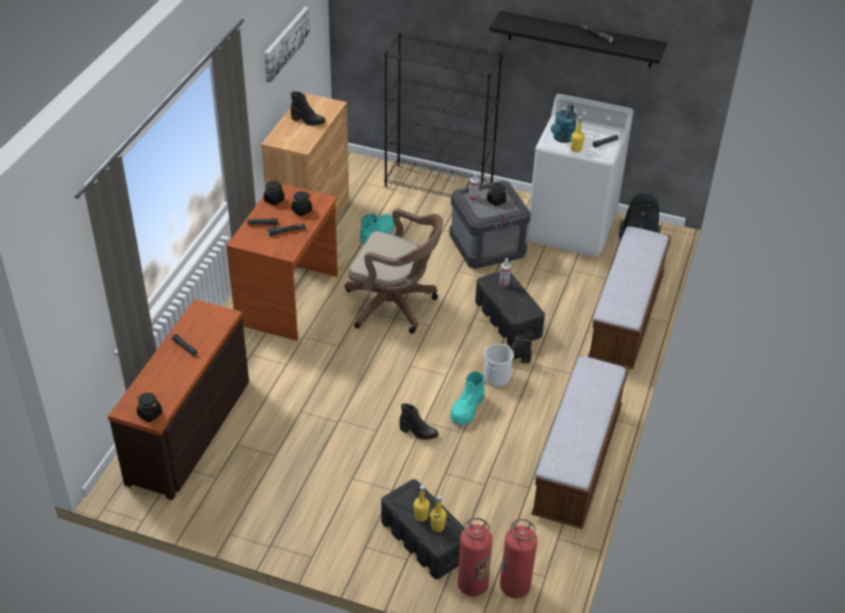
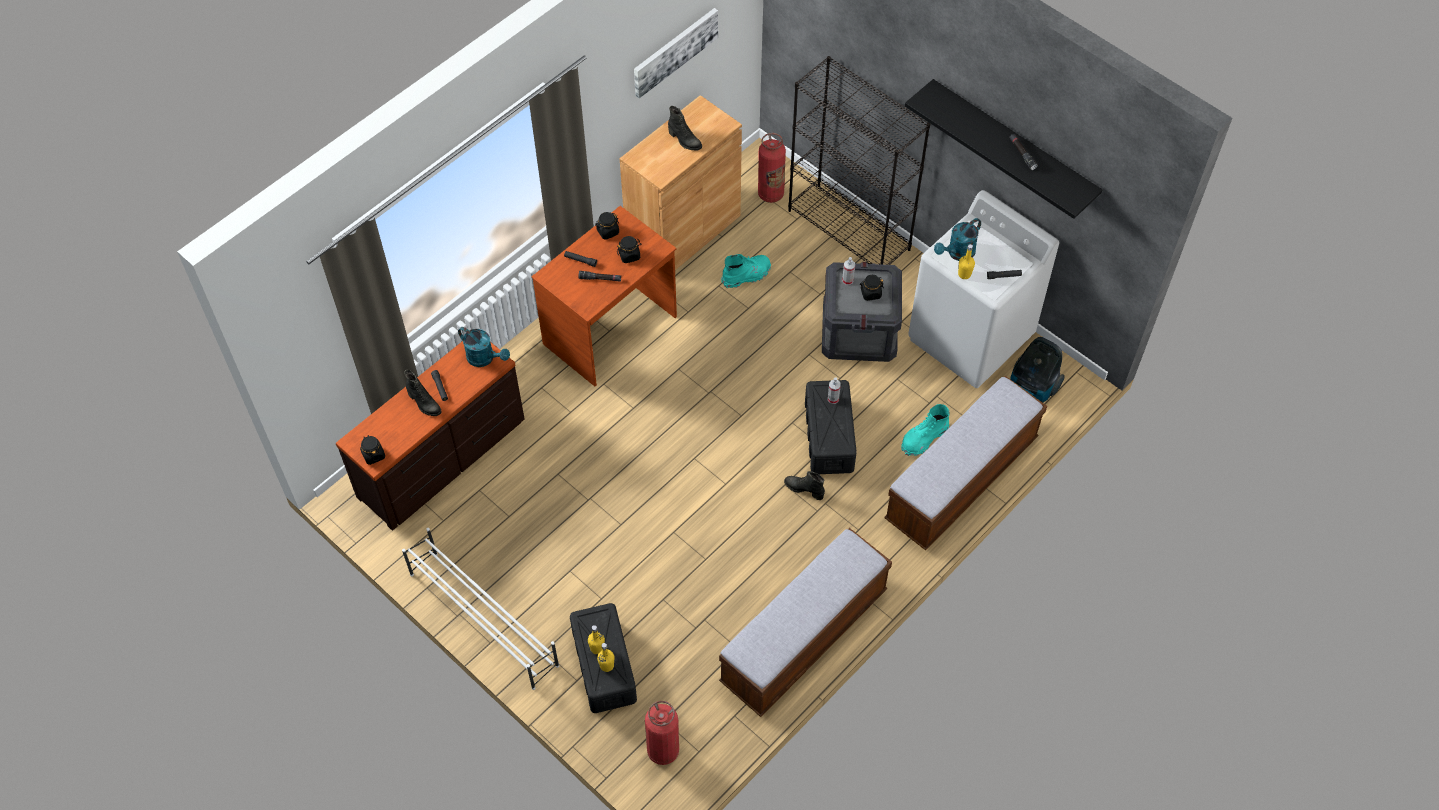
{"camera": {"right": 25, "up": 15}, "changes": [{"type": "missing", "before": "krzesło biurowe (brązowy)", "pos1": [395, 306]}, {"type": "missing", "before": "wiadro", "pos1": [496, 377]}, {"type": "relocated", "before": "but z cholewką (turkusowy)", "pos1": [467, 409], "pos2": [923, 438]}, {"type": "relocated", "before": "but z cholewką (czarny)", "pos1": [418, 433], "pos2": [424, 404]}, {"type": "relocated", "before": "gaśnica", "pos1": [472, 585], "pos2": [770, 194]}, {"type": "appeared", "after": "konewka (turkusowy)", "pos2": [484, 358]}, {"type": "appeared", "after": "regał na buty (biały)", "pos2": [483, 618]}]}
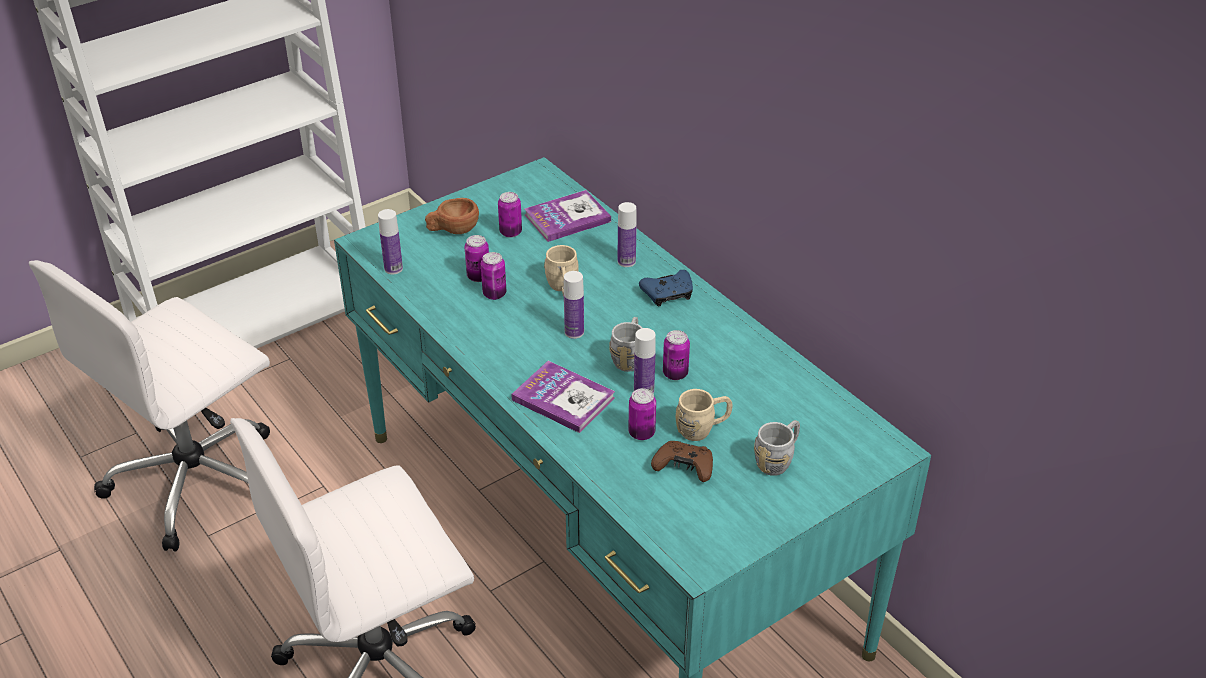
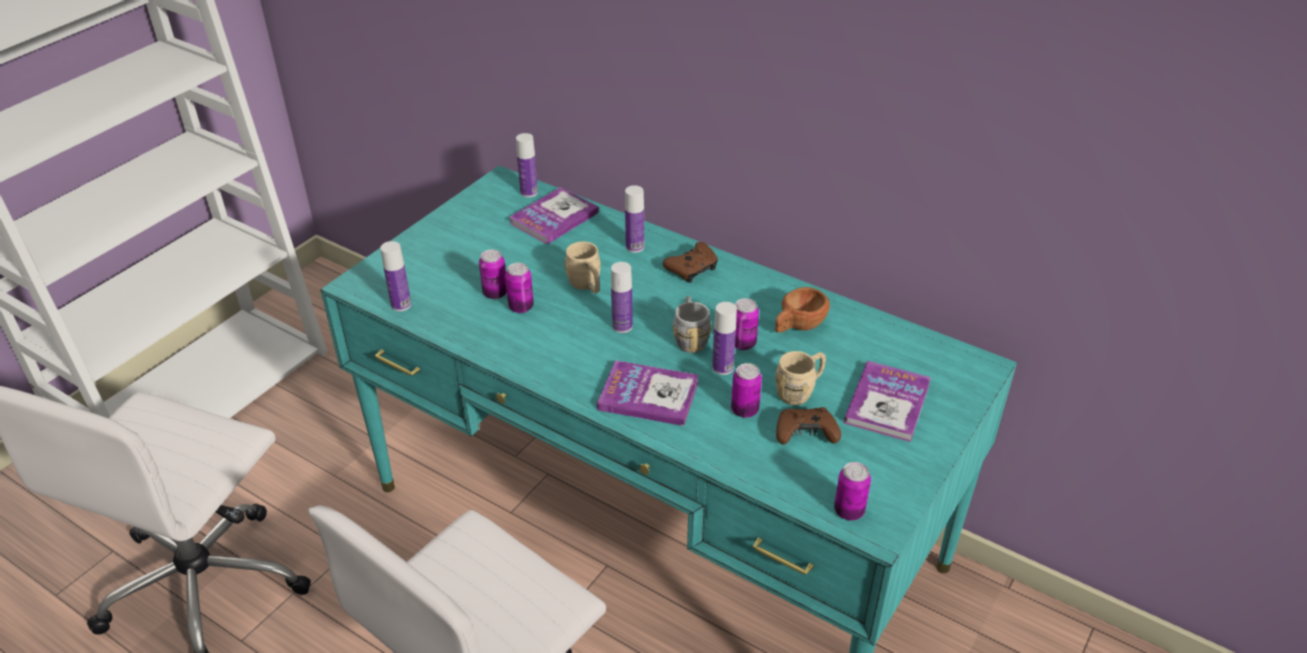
{"camera": {"right": -20, "up": 0}, "changes": [{"type": "relocated", "before": "puszka", "pos1": [510, 232], "pos2": [849, 511]}, {"type": "relocated", "before": "filiżanka (brązowy)", "pos1": [453, 230], "pos2": [798, 326]}, {"type": "colour", "before": "pad do gier (niebieski)", "after": "pad do gier (brązowy)", "pos1": [668, 294], "pos2": [692, 269]}, {"type": "exchanged", "before": "kubek (szary)", "after": "książka", "pos1": [778, 460], "pos2": [887, 403]}, {"type": "appeared", "after": "butelka", "pos2": [529, 192]}]}
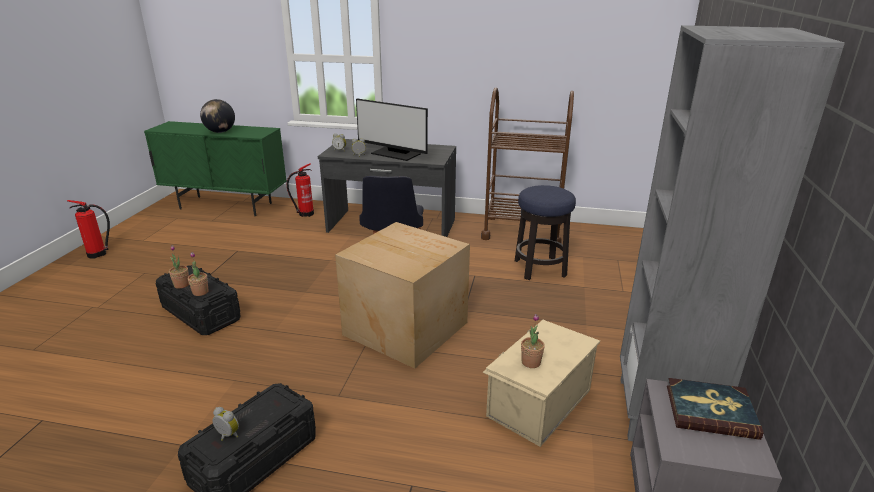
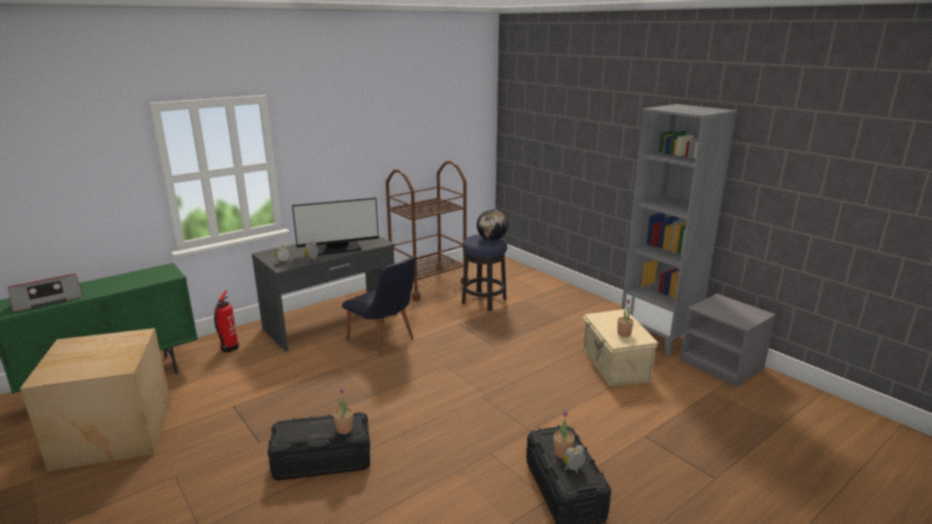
{"camera": {"right": -50, "up": -5}, "changes": [{"type": "relocated", "before": "globus", "pos1": [220, 132], "pos2": [492, 239]}, {"type": "missing", "before": "gaśnica", "pos1": [99, 254]}, {"type": "relocated", "before": "karton", "pos1": [405, 327], "pos2": [113, 432]}, {"type": "relocated", "before": "roślina doniczkowa", "pos1": [181, 285], "pos2": [562, 453]}, {"type": "missing", "before": "książka", "pos1": [710, 411]}, {"type": "appeared", "after": "radio", "pos2": [48, 300]}]}
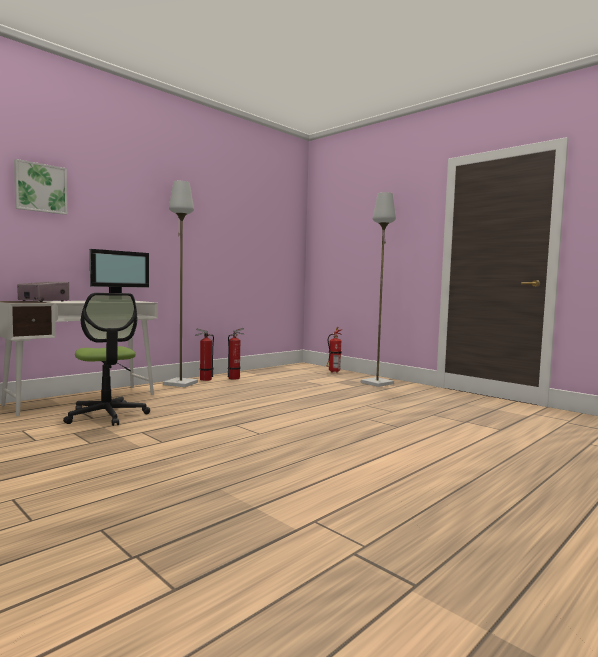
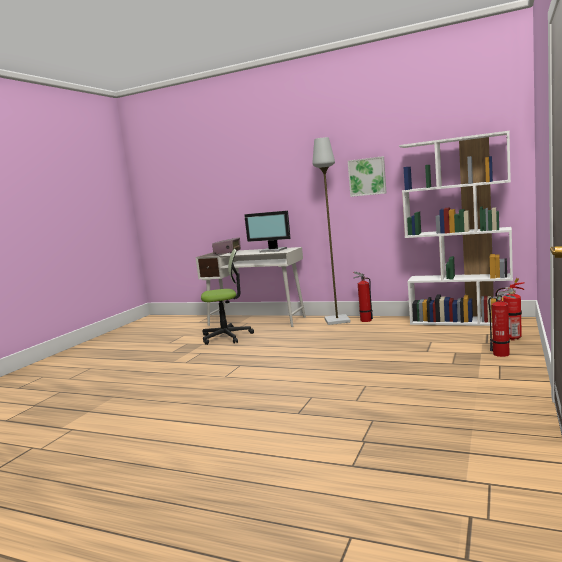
{"camera": {"right": 70, "up": 5}, "changes": [{"type": "relocated", "before": "obraz", "pos1": [40, 188], "pos2": [367, 176]}, {"type": "missing", "before": "lampa stojąca (szary)", "pos1": [377, 383]}, {"type": "spun", "before": "krzesło biurowe", "pos1": [107, 416], "pos2": [226, 336], "turn": -135}, {"type": "relocated", "before": "gaśnica", "pos1": [235, 378], "pos2": [503, 354]}, {"type": "appeared", "after": "regał (biały)", "pos2": [461, 321]}]}
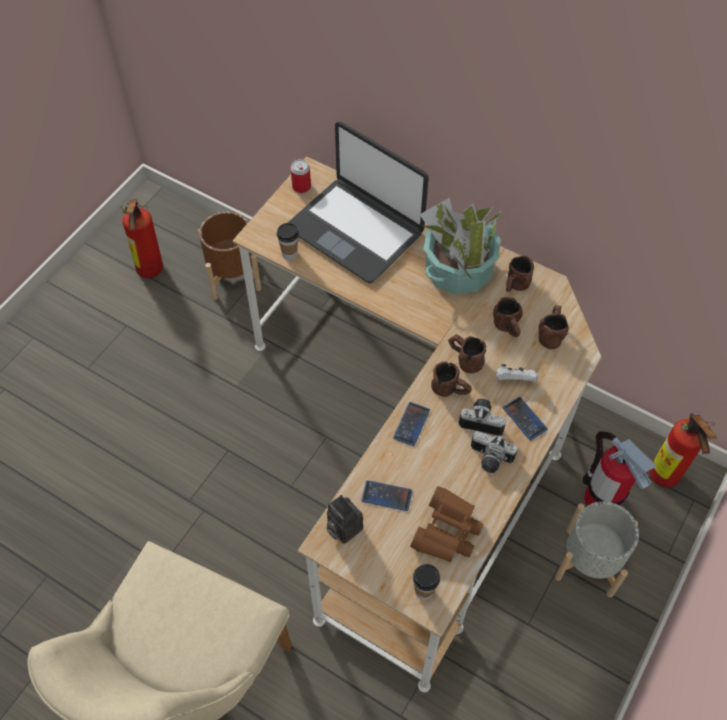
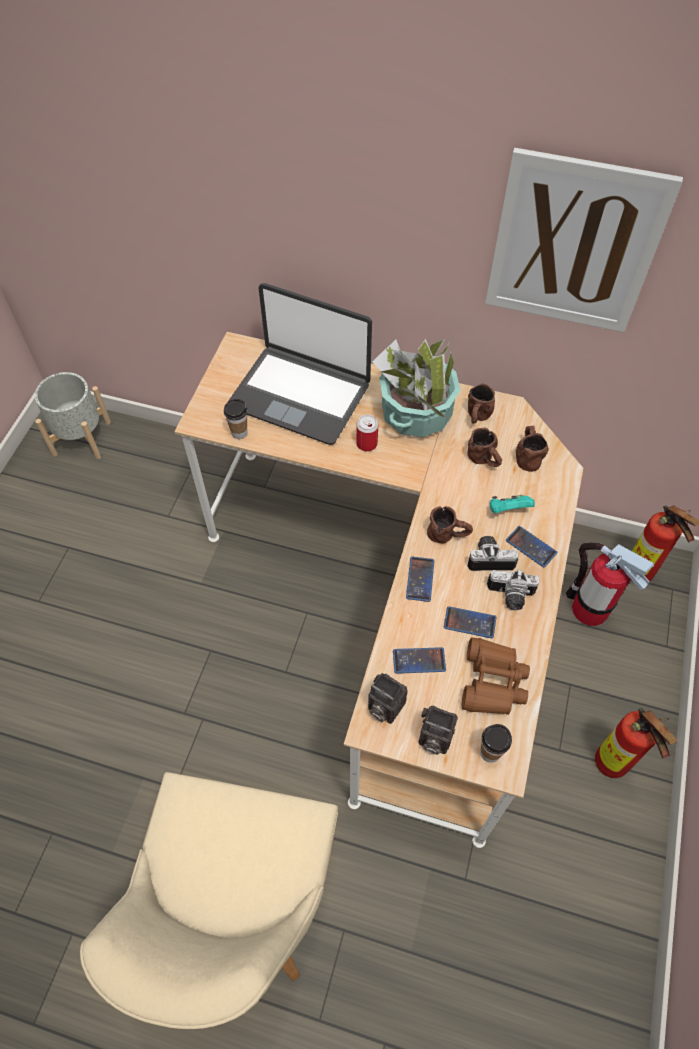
{"camera": {"right": -15, "up": 0}, "changes": [{"type": "relocated", "before": "puszka", "pos1": [301, 187], "pos2": [366, 443]}, {"type": "relocated", "before": "gaśnica", "pos1": [149, 272], "pos2": [613, 767]}, {"type": "missing", "before": "donica (brązowy)", "pos1": [233, 275]}, {"type": "missing", "before": "kubek (brązowy)", "pos1": [464, 359]}, {"type": "colour", "before": "pad do gier (biały)", "after": "pad do gier (turkusowy)", "pos1": [514, 380], "pos2": [507, 510]}, {"type": "relocated", "before": "donica (szary)", "pos1": [588, 562], "pos2": [81, 438]}, {"type": "appeared", "after": "obraz", "pos2": [574, 245]}, {"type": "appeared", "after": "telefon", "pos2": [469, 622]}, {"type": "appeared", "after": "aparat fotograficzny", "pos2": [433, 738]}]}
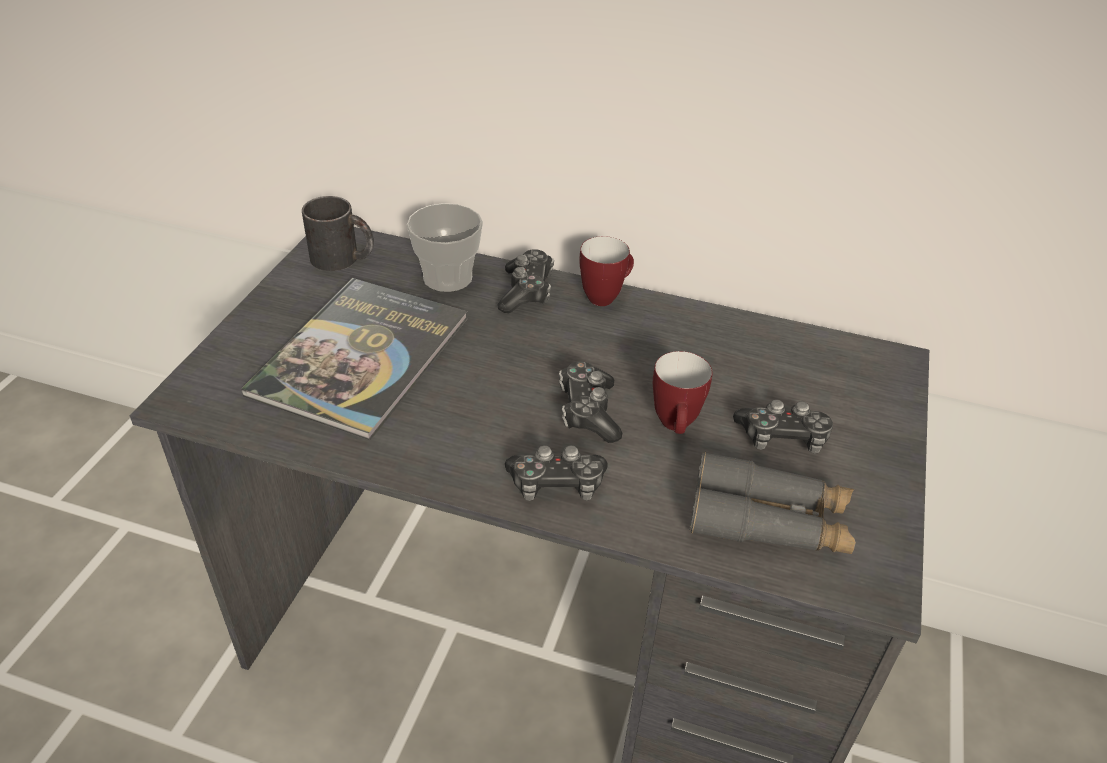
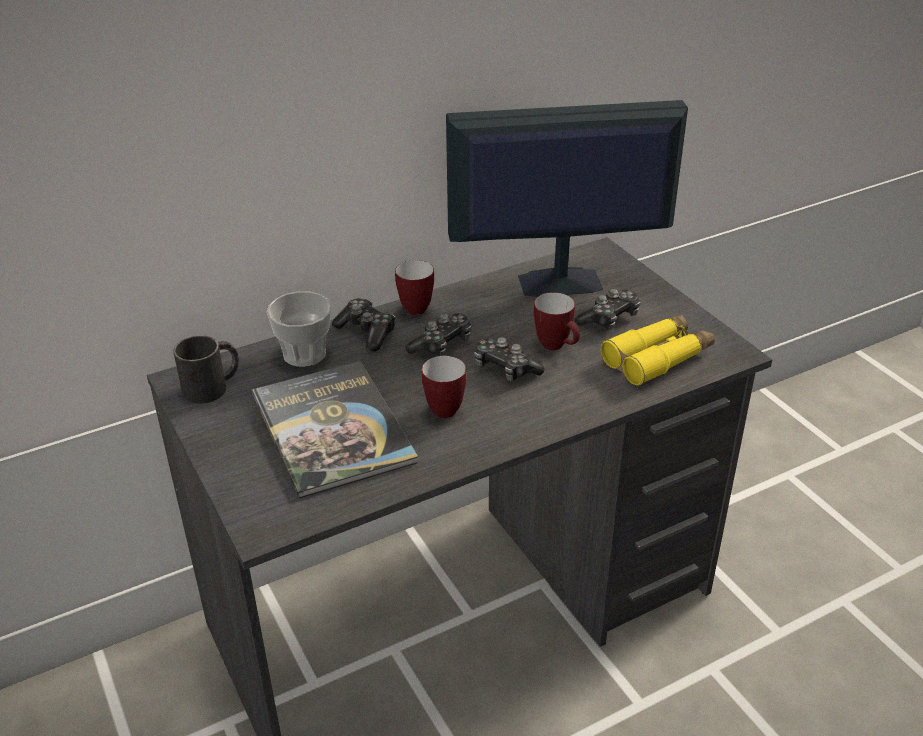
{"camera": {"right": -45, "up": -5}, "changes": [{"type": "relocated", "before": "pad do gier", "pos1": [556, 484], "pos2": [441, 344]}, {"type": "colour", "before": "lornetka (szary)", "after": "lornetka (żółty)", "pos1": [769, 520], "pos2": [658, 358]}, {"type": "appeared", "after": "monitor", "pos2": [557, 283]}, {"type": "appeared", "after": "kubek", "pos2": [444, 407]}]}
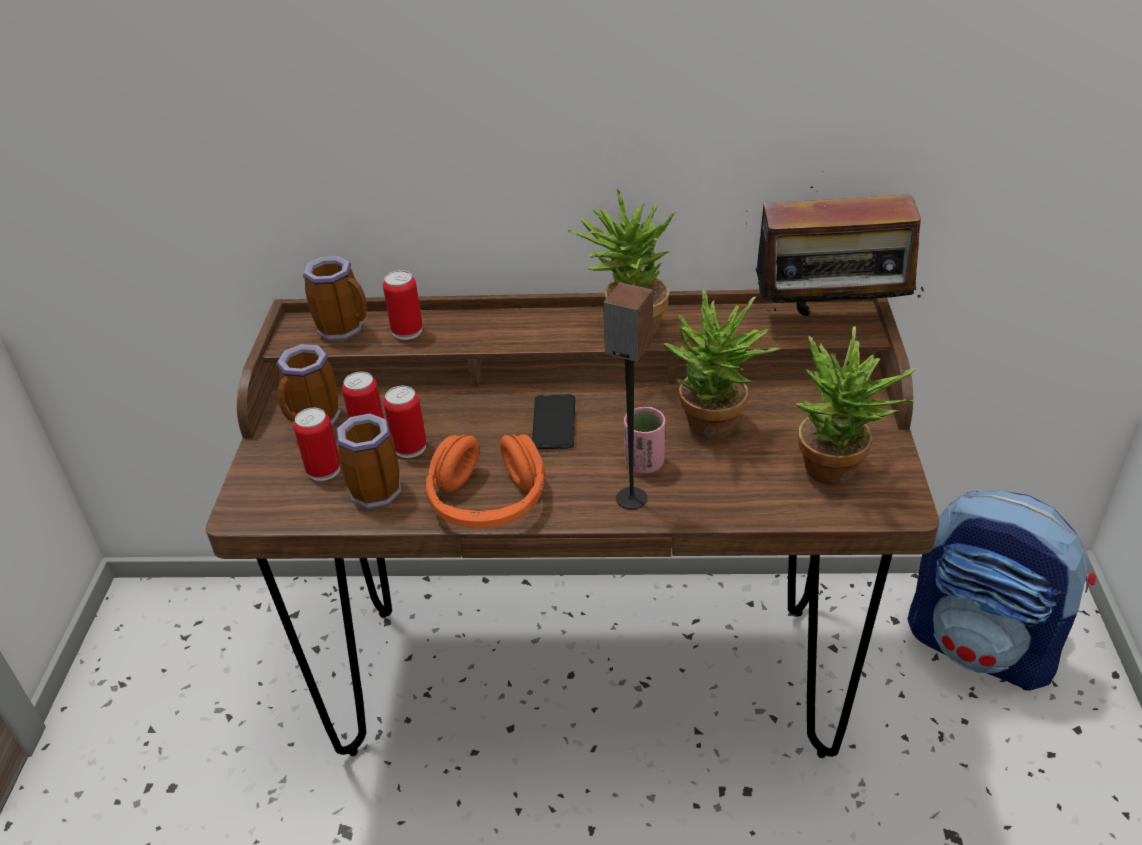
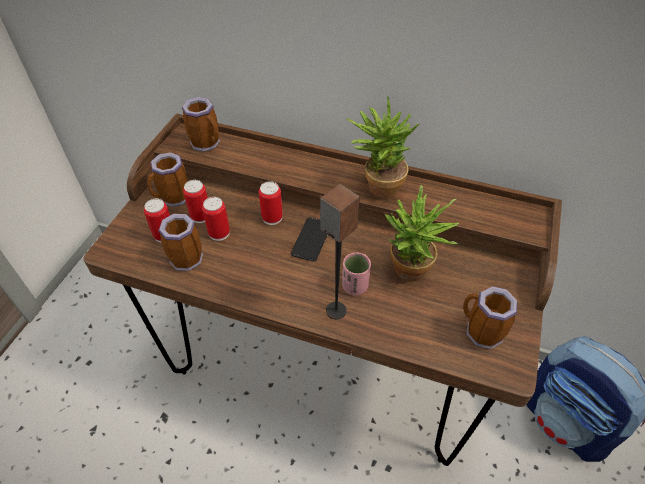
{"camera": {"right": 15, "up": 10}, "changes": [{"type": "missing", "before": "radio", "pos1": [830, 321]}, {"type": "relocated", "before": "puszka", "pos1": [407, 331], "pos2": [272, 217]}, {"type": "exchanged", "before": "roślina doniczkowa", "after": "kubek", "pos1": [839, 474], "pos2": [479, 332]}, {"type": "missing", "before": "słuchawki (pomarańczowy)", "pos1": [487, 500]}]}
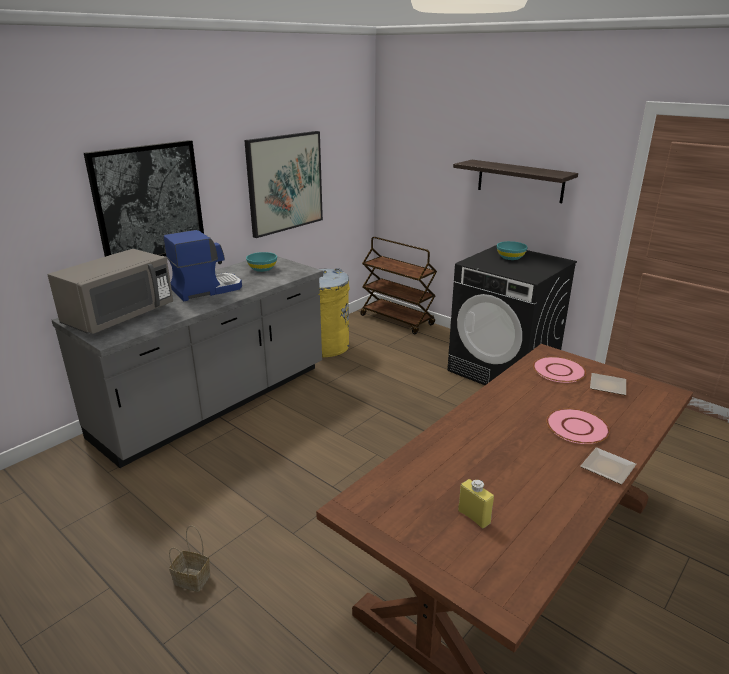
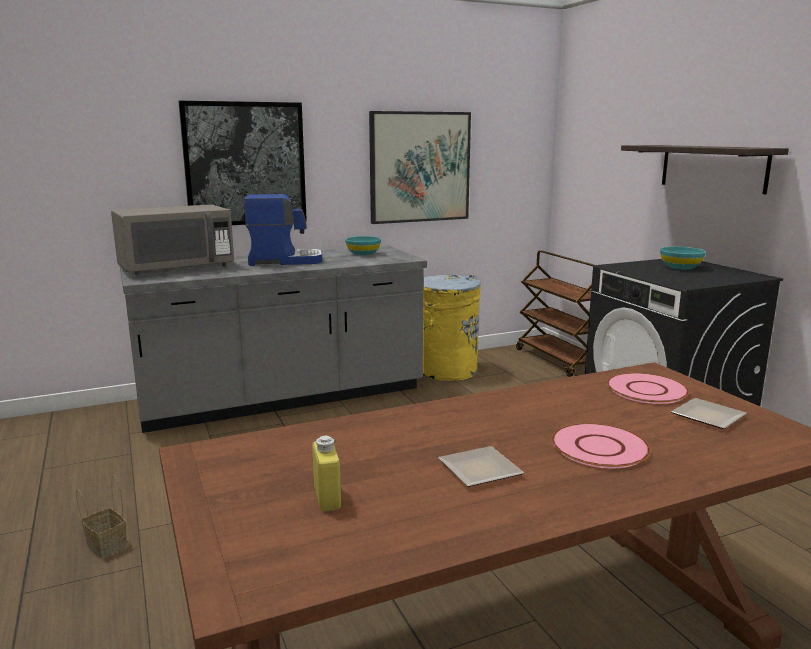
{"camera": {"right": 25, "up": -10}, "changes": [{"type": "relocated", "before": "talerz", "pos1": [605, 468], "pos2": [477, 470]}]}
